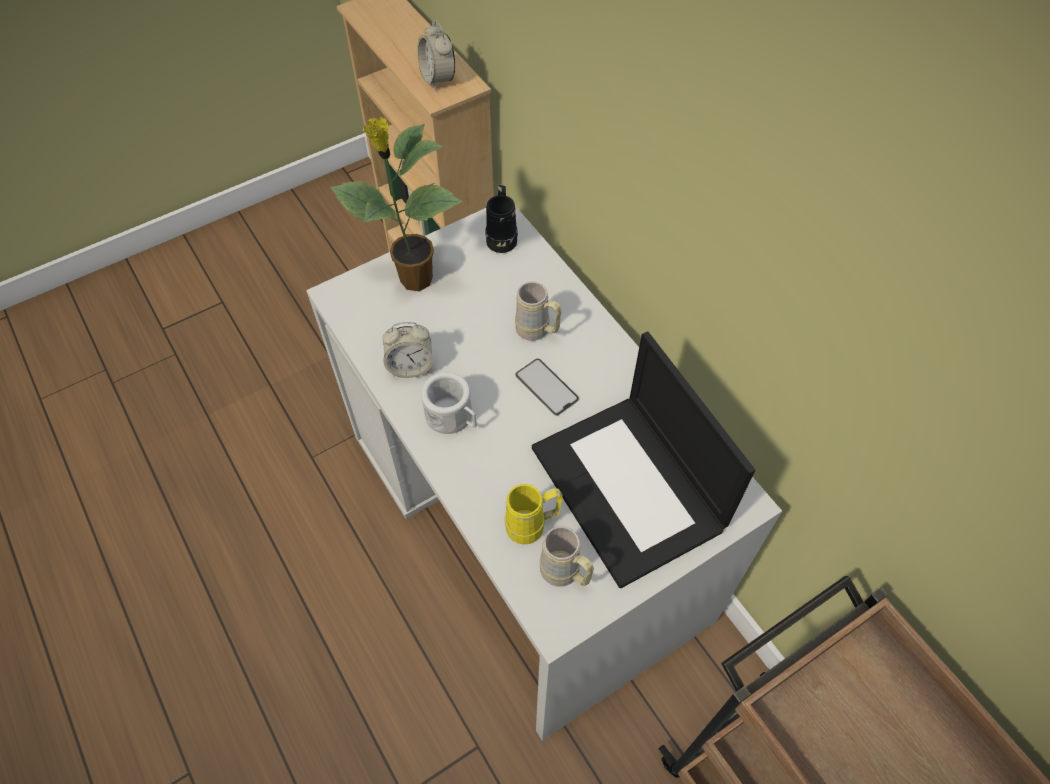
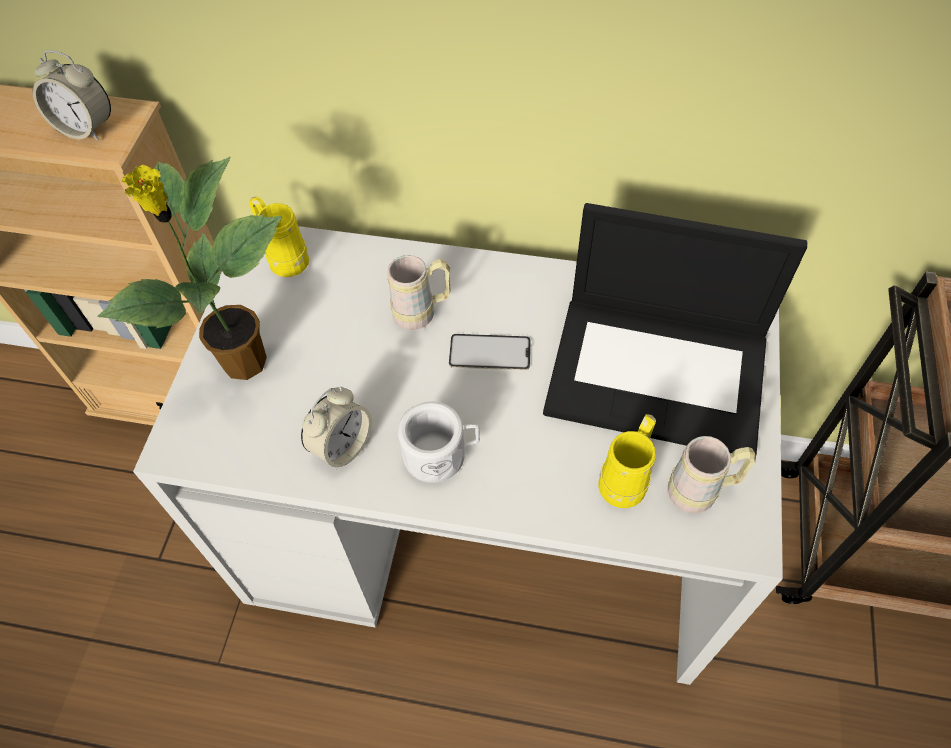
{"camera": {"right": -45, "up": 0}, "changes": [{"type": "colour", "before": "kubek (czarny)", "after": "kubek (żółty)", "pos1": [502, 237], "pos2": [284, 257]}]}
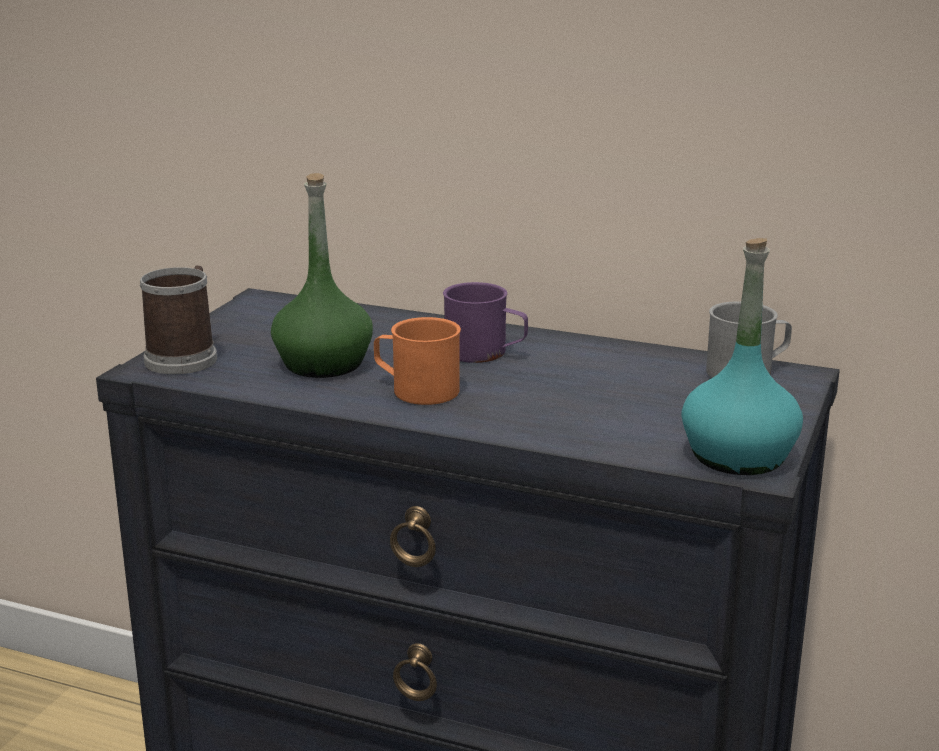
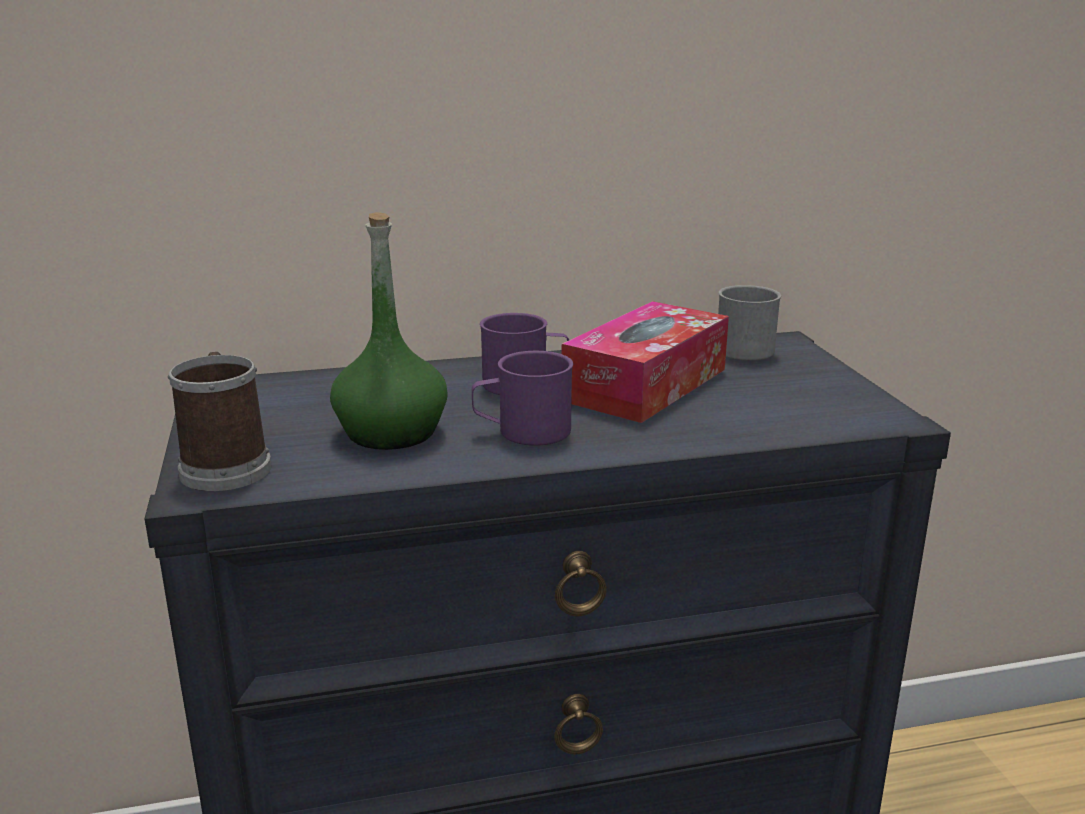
{"camera": {"right": -35, "up": 0}, "changes": [{"type": "missing", "before": "butelka (turkusowy)", "pos1": [737, 456]}, {"type": "colour", "before": "kubek (pomarańczowy)", "after": "kubek (fioletowy)", "pos1": [416, 390], "pos2": [522, 432]}, {"type": "appeared", "after": "pudełko chusteczek", "pos2": [646, 385]}]}
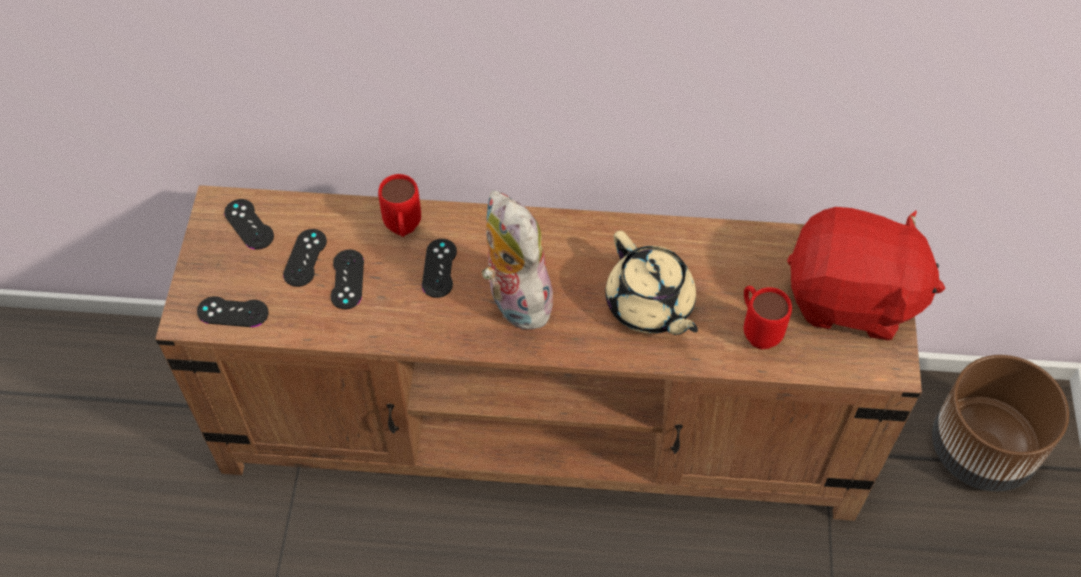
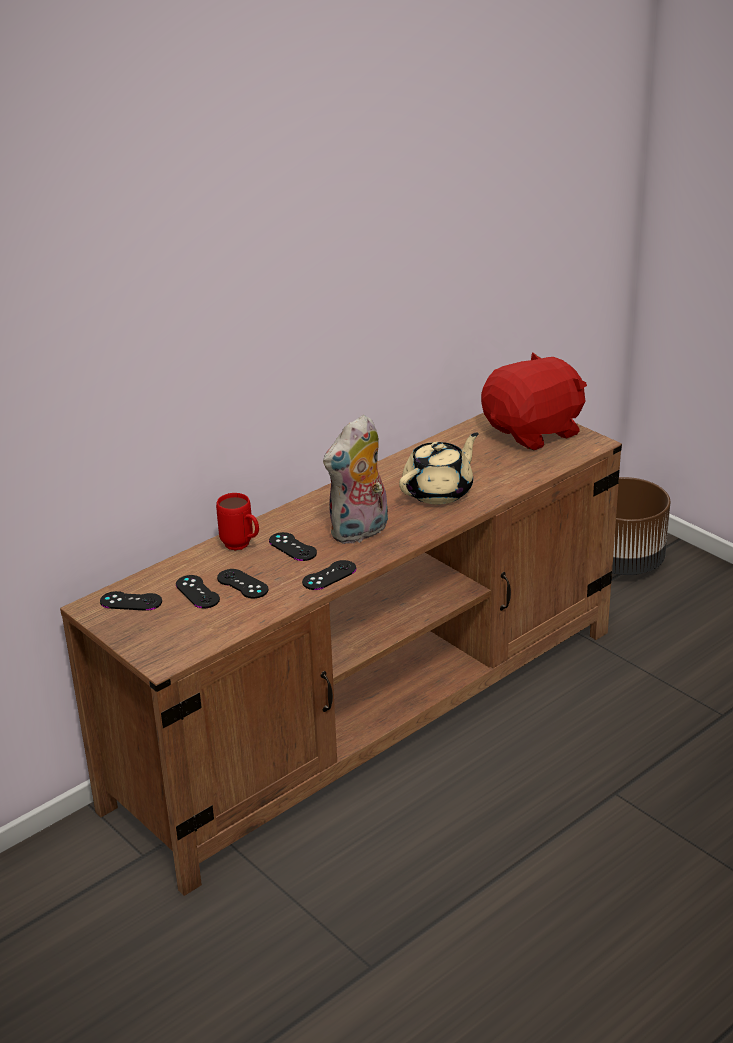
{"camera": {"right": -45, "up": -25}, "changes": [{"type": "spun", "before": "pluszak", "pos1": [514, 299], "pos2": [360, 532], "turn": -60}, {"type": "spun", "before": "imbryk (beżowy)", "pos1": [650, 306], "pos2": [439, 491], "turn": -60}, {"type": "missing", "before": "kubek (czerwony)", "pos1": [757, 330]}, {"type": "relocated", "before": "pad do gier (czarny)", "pos1": [233, 312], "pos2": [329, 575]}]}
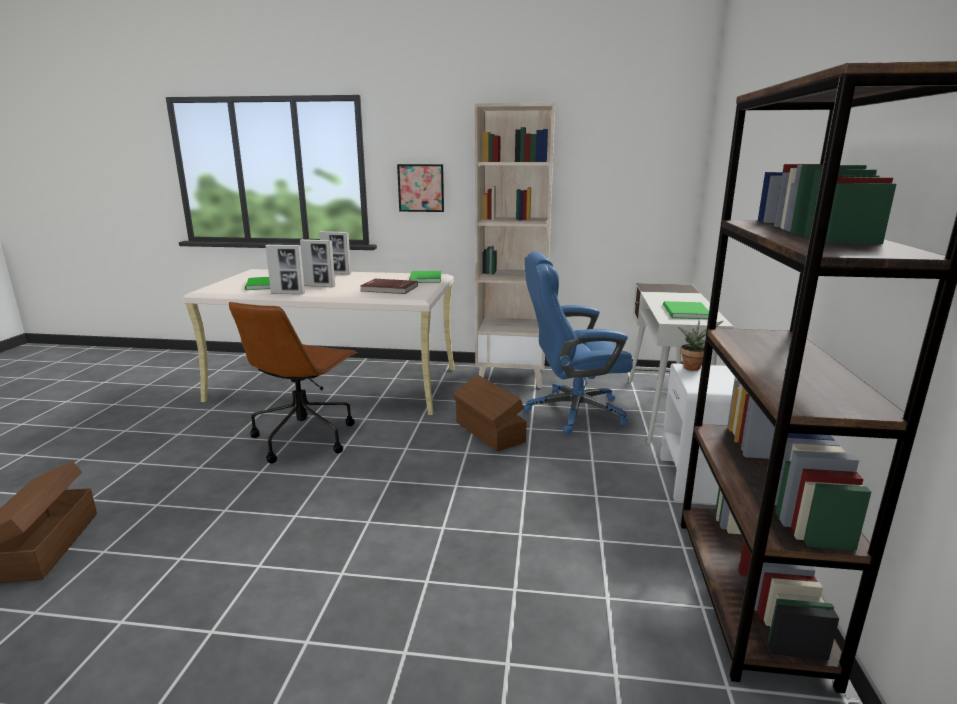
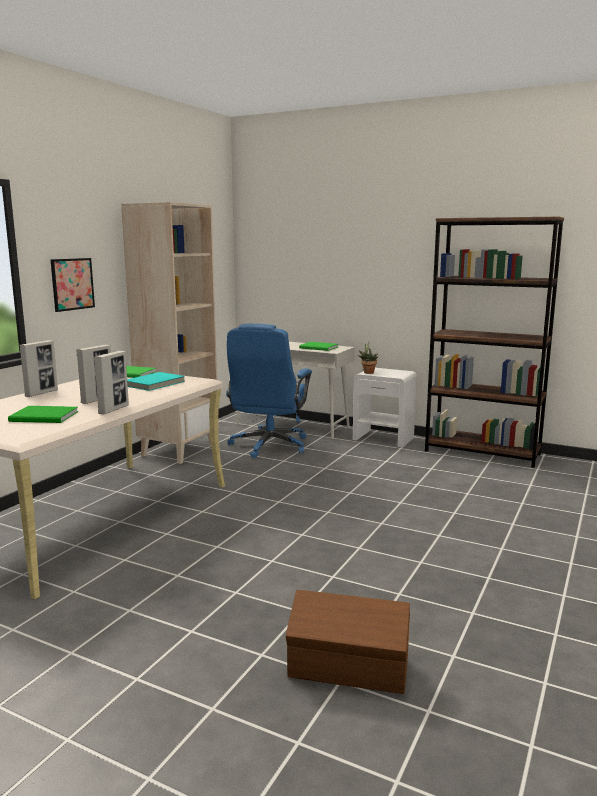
{"camera": {"right": -70, "up": -5}, "changes": [{"type": "colour", "before": "książka (czerwony)", "after": "książka (turkusowy)", "pos1": [389, 289], "pos2": [155, 383]}, {"type": "missing", "before": "krzesło biurowe (brązowy)", "pos1": [304, 437]}, {"type": "missing", "before": "pojemnik do przechowywania (brązowy)", "pos1": [489, 432]}]}
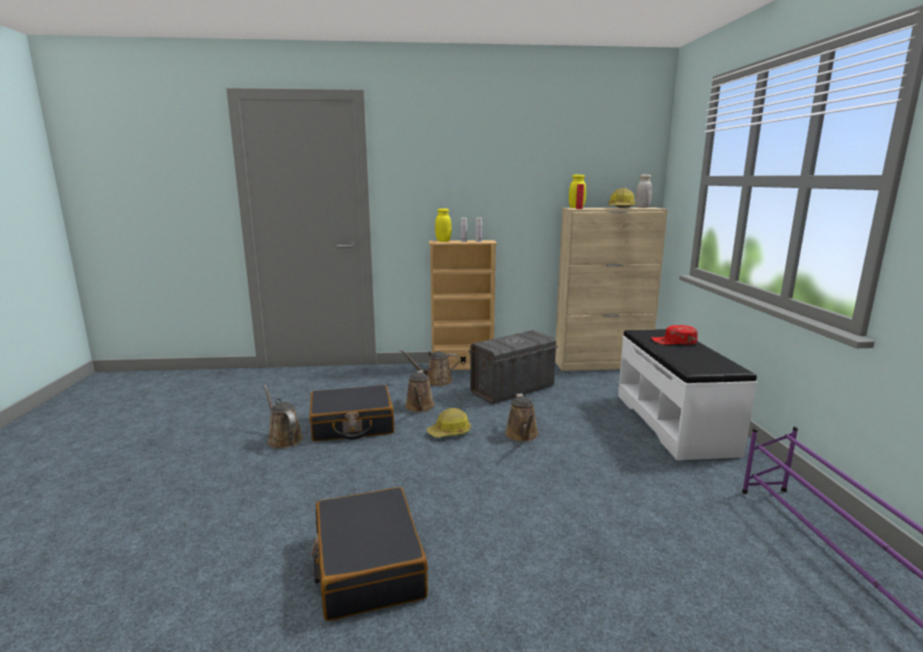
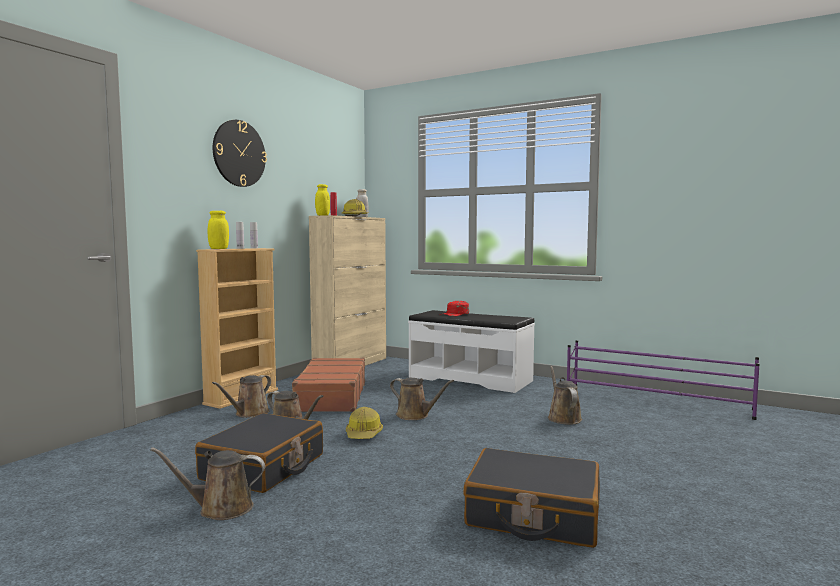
{"camera": {"right": -55, "up": -10}, "changes": [{"type": "exchanged", "before": "pojemnik do przechowywania (szary)", "after": "walizka (brązowy)", "pos1": [512, 389], "pos2": [331, 396]}, {"type": "appeared", "after": "zegar ścienny", "pos2": [239, 153]}, {"type": "appeared", "after": "konewka (brązowy)", "pos2": [563, 418]}]}
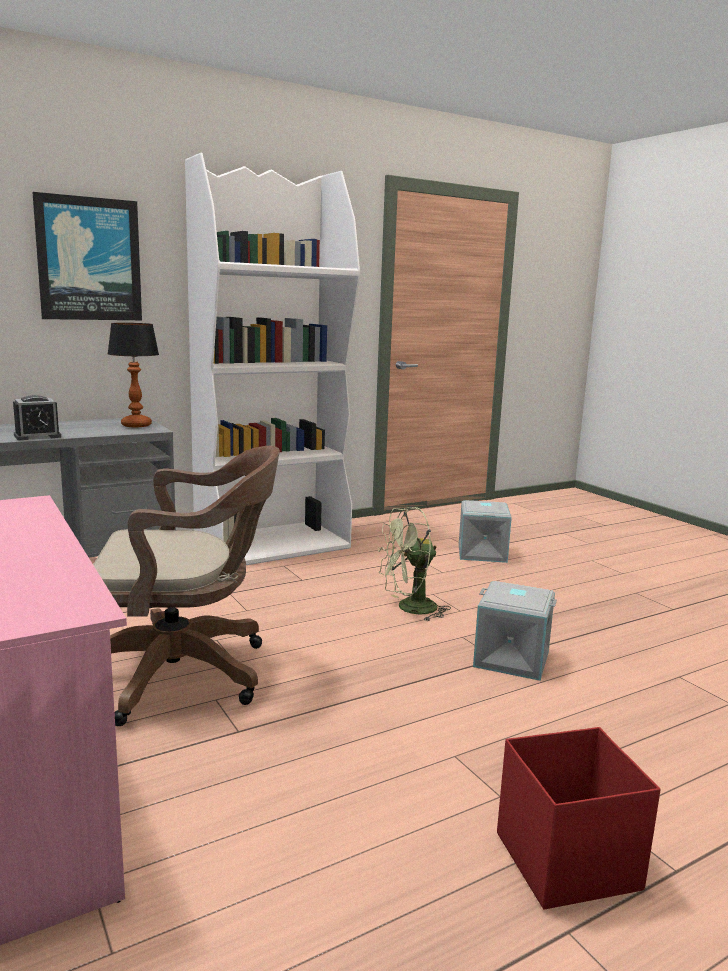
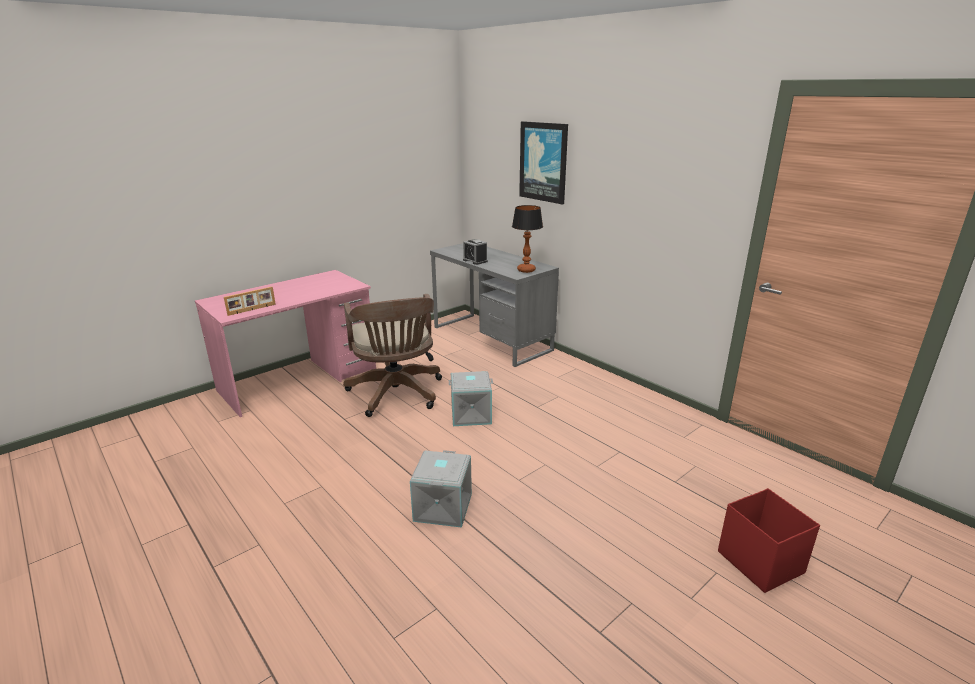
{"camera": {"right": 80, "up": 10}, "changes": [{"type": "missing", "before": "regał (biały)", "pos1": [273, 545]}, {"type": "relocated", "before": "pojemnik do przechowywania (szary)", "pos1": [481, 553], "pos2": [471, 414]}, {"type": "missing", "before": "wentylator (zielony)", "pos1": [409, 609]}, {"type": "relocated", "before": "pojemnik do przechowywania (czerwony)", "pos1": [564, 861], "pos2": [759, 561]}, {"type": "appeared", "after": "ramka na zdjęcie", "pos2": [252, 310]}]}
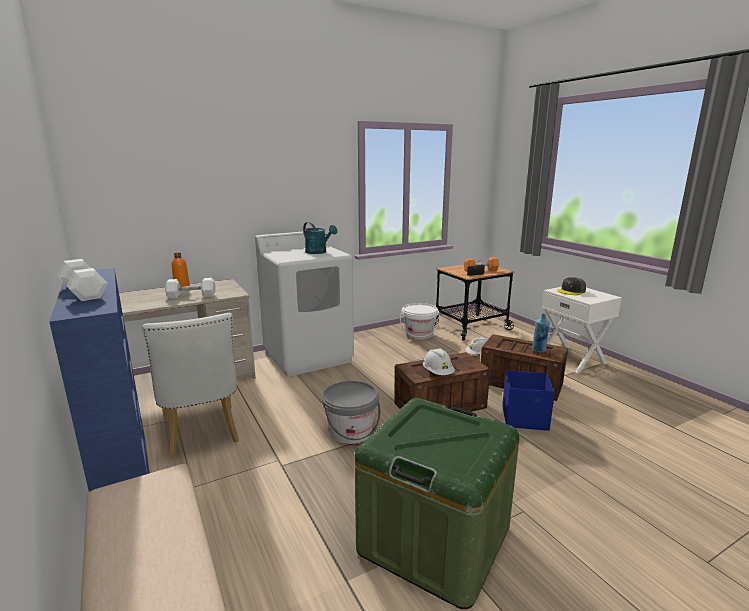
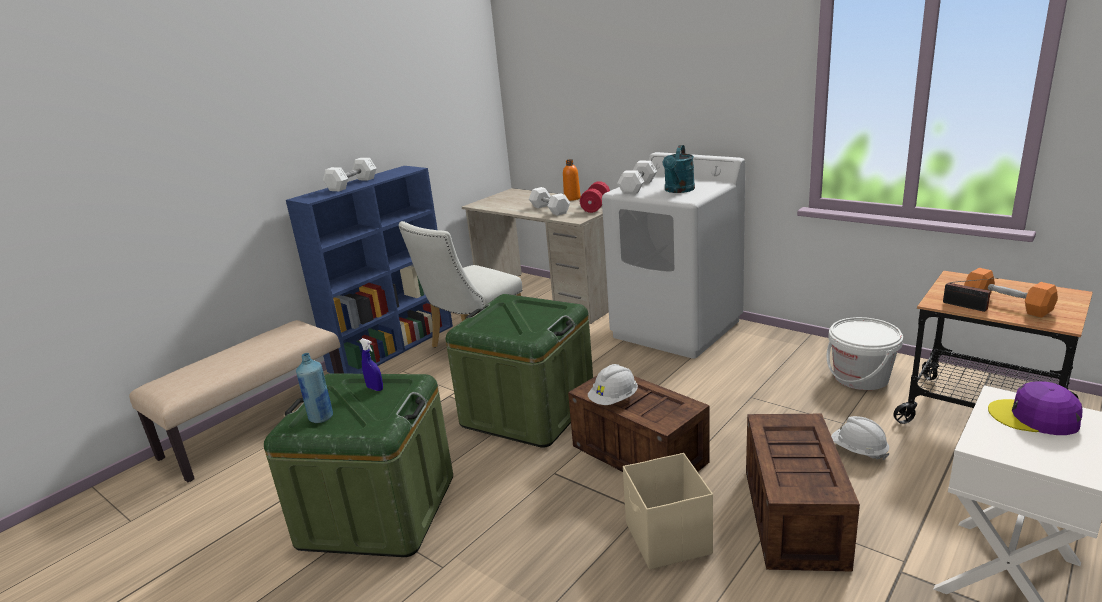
{"camera": {"right": 70, "up": 5}, "changes": [{"type": "colour", "before": "czapka z daszkiem (szary)", "after": "czapka z daszkiem (fioletowy)", "pos1": [571, 291], "pos2": [1034, 417]}, {"type": "relocated", "before": "butelka (niebieski)", "pos1": [539, 350], "pos2": [321, 417]}, {"type": "colour", "before": "pojemnik do przechowywania (niebieski)", "after": "pojemnik do przechowywania (beżowy)", "pos1": [525, 419], "pos2": [667, 539]}, {"type": "exchanged", "before": "wiadro (szary)", "after": "pojemnik do przechowywania (zielony)", "pos1": [351, 432], "pos2": [528, 411]}, {"type": "appeared", "after": "hantel (biały)", "pos2": [638, 187]}, {"type": "appeared", "after": "hantel (czerwony)", "pos2": [595, 207]}, {"type": "appeared", "after": "spryskiwacz (niebieski)", "pos2": [375, 388]}]}
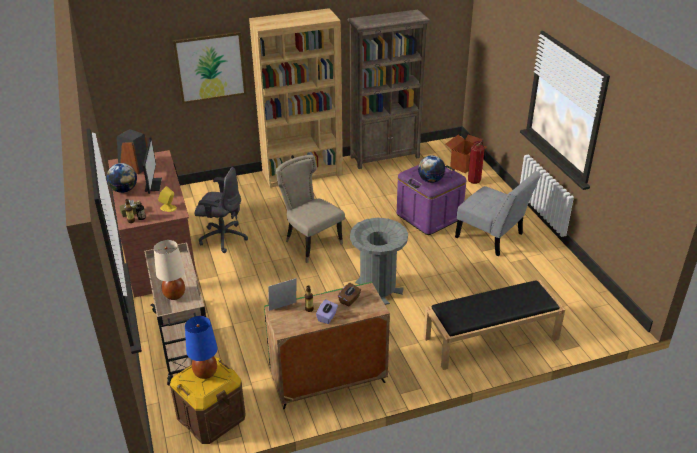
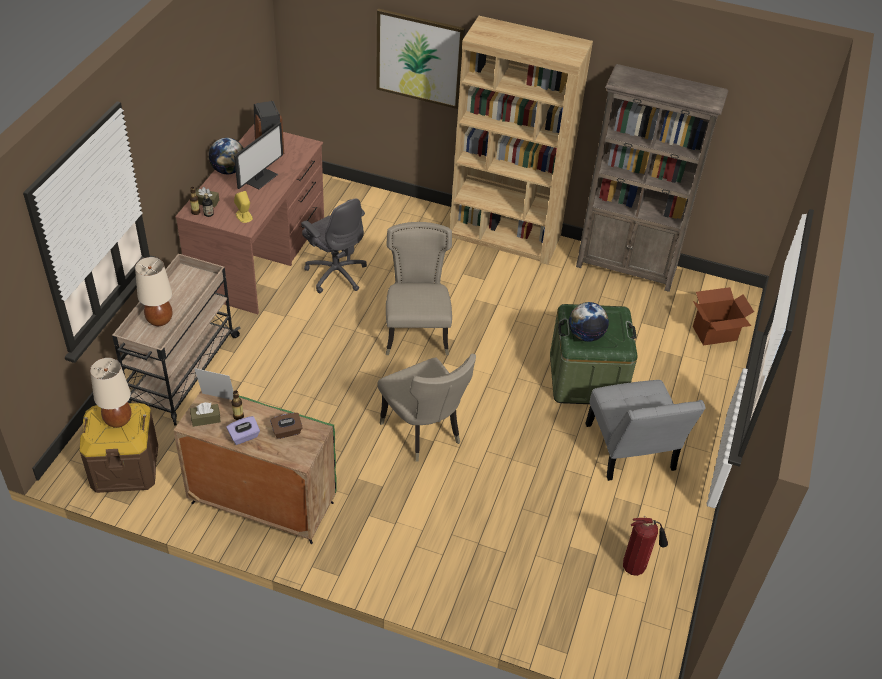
{"camera": {"right": 35, "up": 10}, "changes": [{"type": "relocated", "before": "gaśnica", "pos1": [474, 181], "pos2": [636, 567]}, {"type": "colour", "before": "pojemnik do przechowywania (fioletowy)", "after": "pojemnik do przechowywania (zielony)", "pos1": [429, 216], "pos2": [587, 378]}, {"type": "exchanged", "before": "kosz na śmieci (szary)", "after": "krzesło (beżowy)", "pos1": [378, 289], "pos2": [424, 433]}, {"type": "missing", "before": "ławka (czarny)", "pos1": [490, 339]}, {"type": "colour", "before": "lampa stołowa (niebieski)", "after": "lampa stołowa (beżowy)", "pos1": [205, 373], "pos2": [118, 420]}, {"type": "appeared", "after": "pudełko chusteczek (brązowy)", "pos2": [206, 419]}]}
